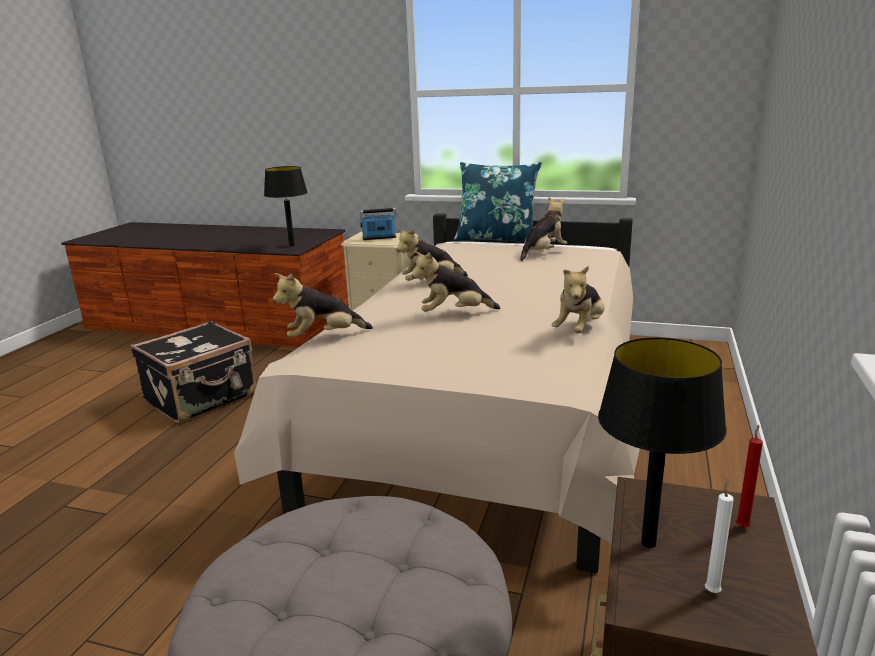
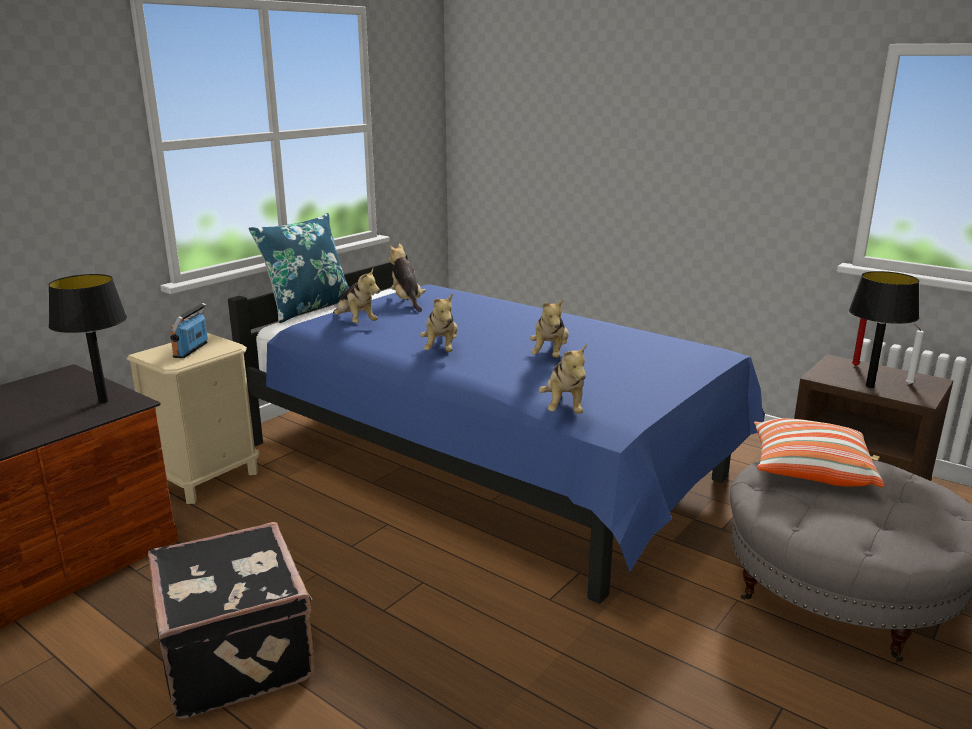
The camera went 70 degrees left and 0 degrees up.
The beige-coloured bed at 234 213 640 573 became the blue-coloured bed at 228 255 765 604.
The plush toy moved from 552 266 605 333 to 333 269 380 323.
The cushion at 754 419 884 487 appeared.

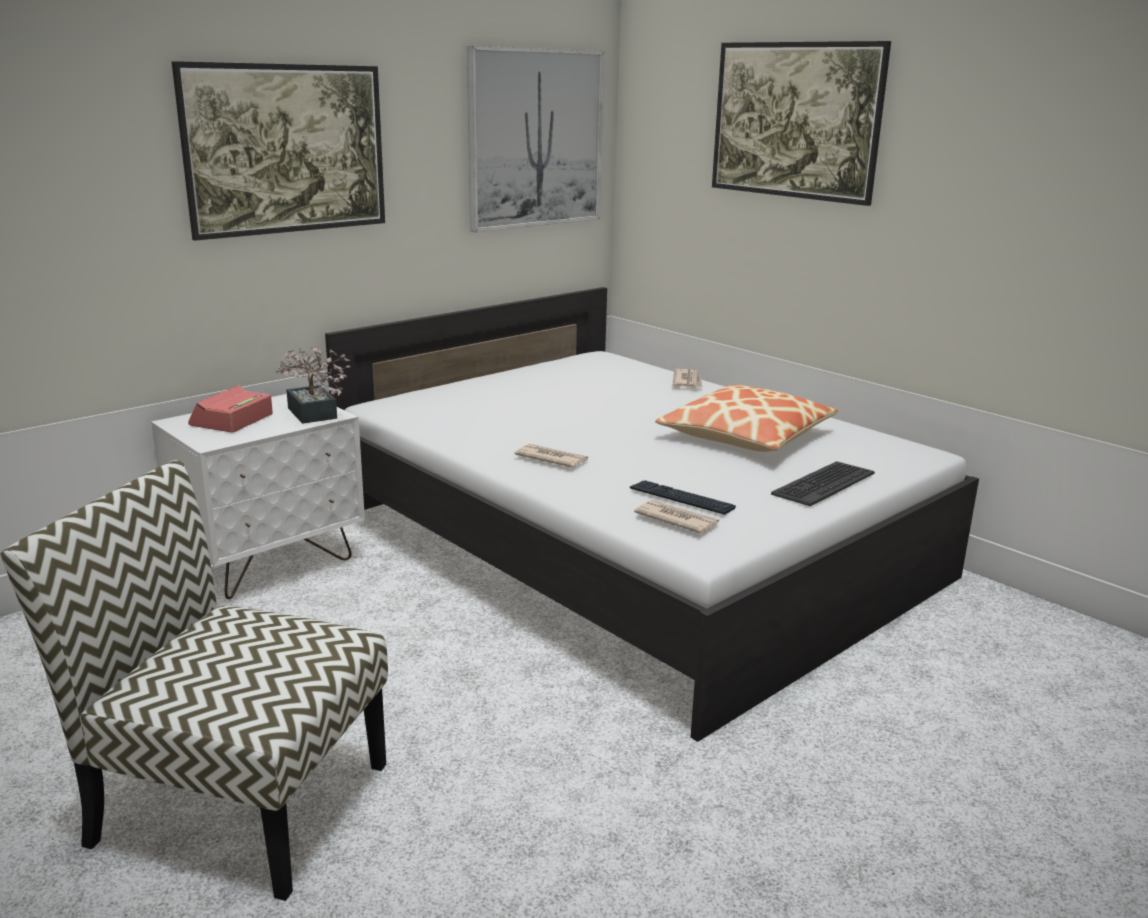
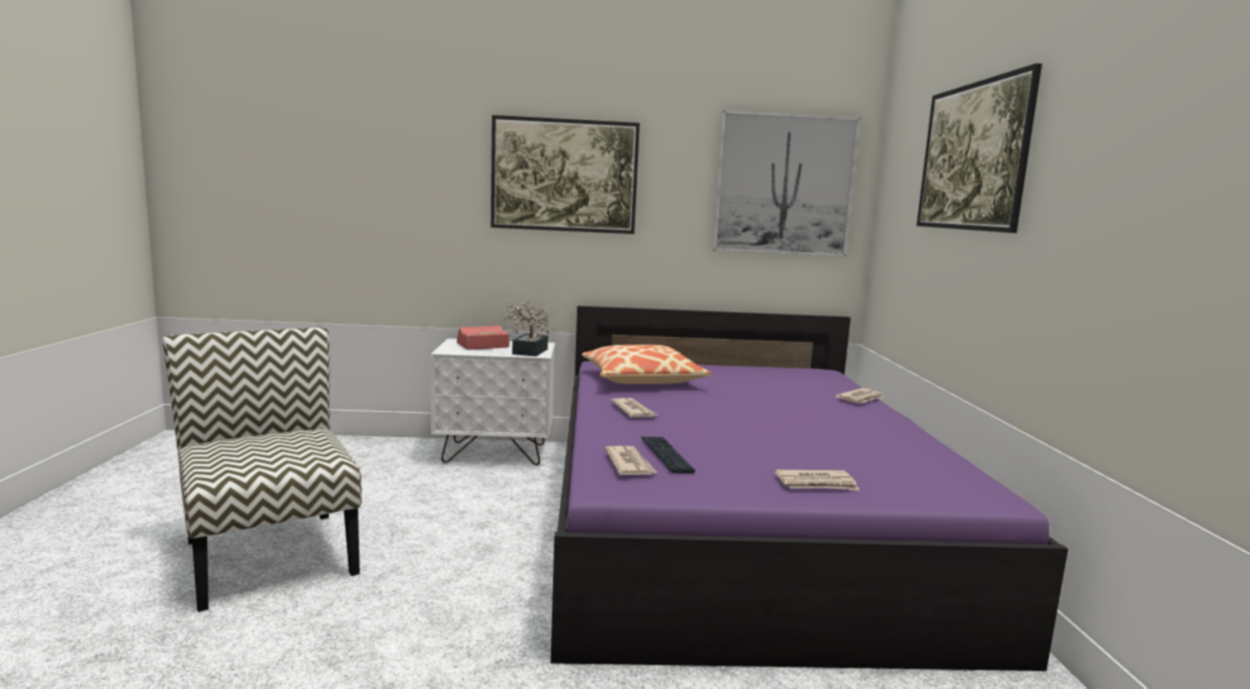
The camera went 40 degrees right and 10 degrees down.
The white bed at 325 287 979 742 became the purple bed at 551 306 1068 671.
The cushion moved from 655 385 838 452 to 582 345 712 384.
The computer keyboard at 771 461 875 506 was replaced by the daily paper at 774 470 860 491.

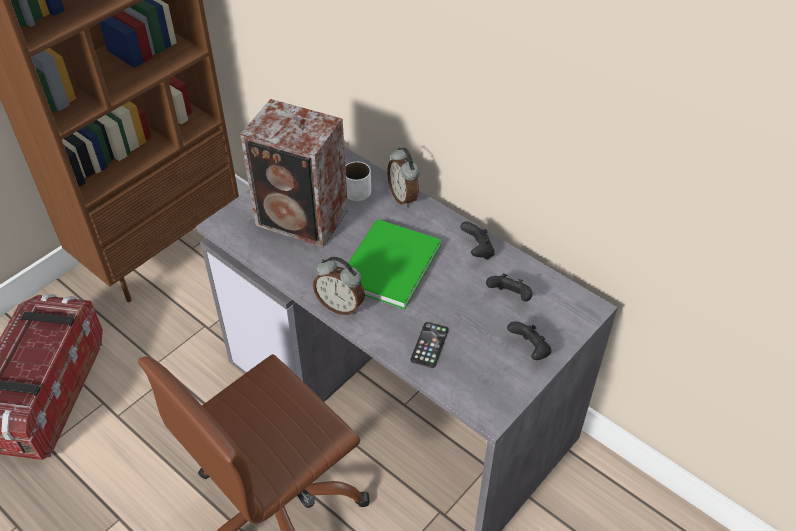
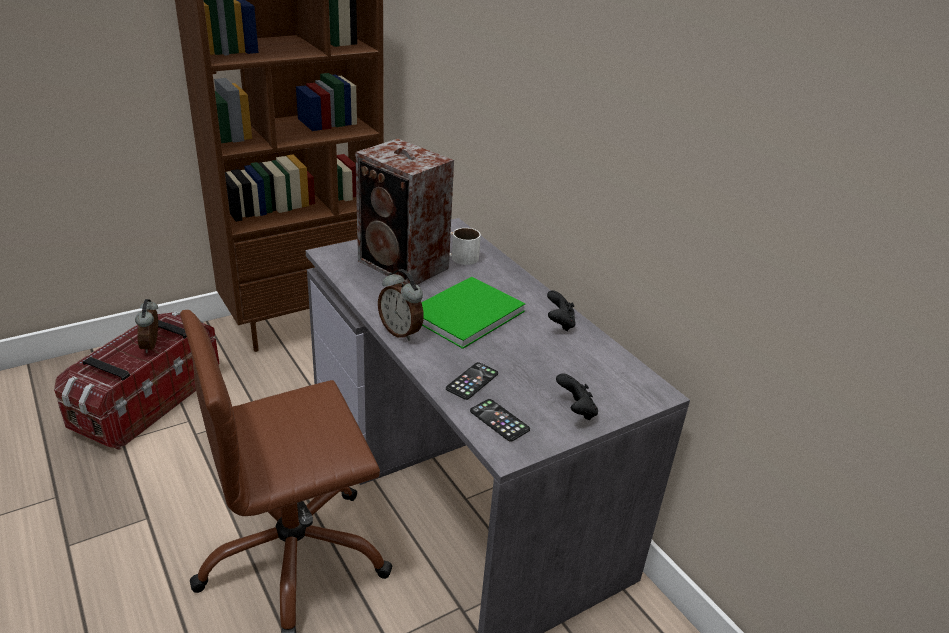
The camera went 15 degrees right and 15 degrees down.
The bedside clock moved from 387 147 420 208 to 135 299 158 353.
The black joypad at 486 273 533 302 disappeared.
The phone at 470 399 530 442 appeared.

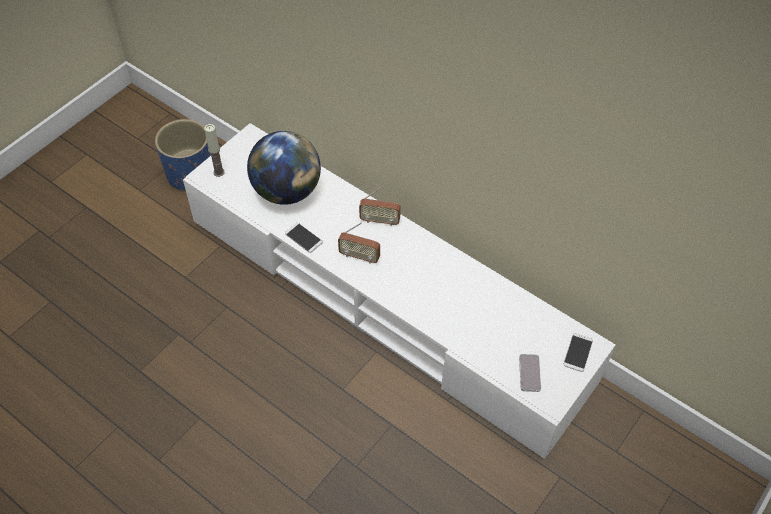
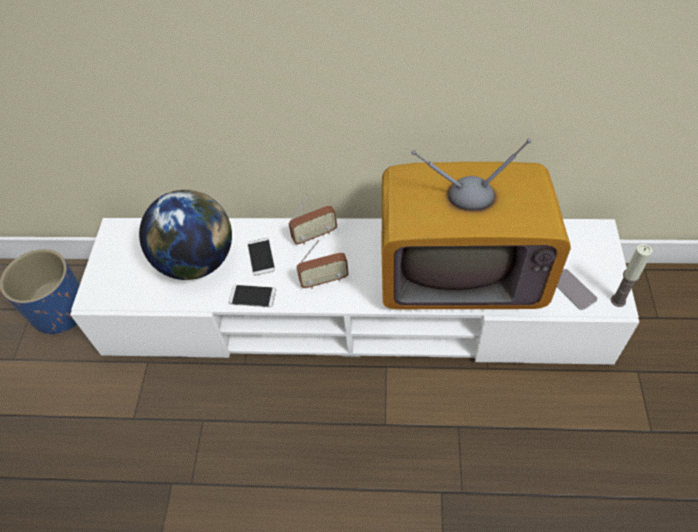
The camera went 30 degrees left and 0 degrees up.
The wax light moved from 204 124 225 177 to 611 244 653 307.
The phone moved from 564 333 593 372 to 248 238 275 275.
The TV set at 382 138 571 309 appeared.

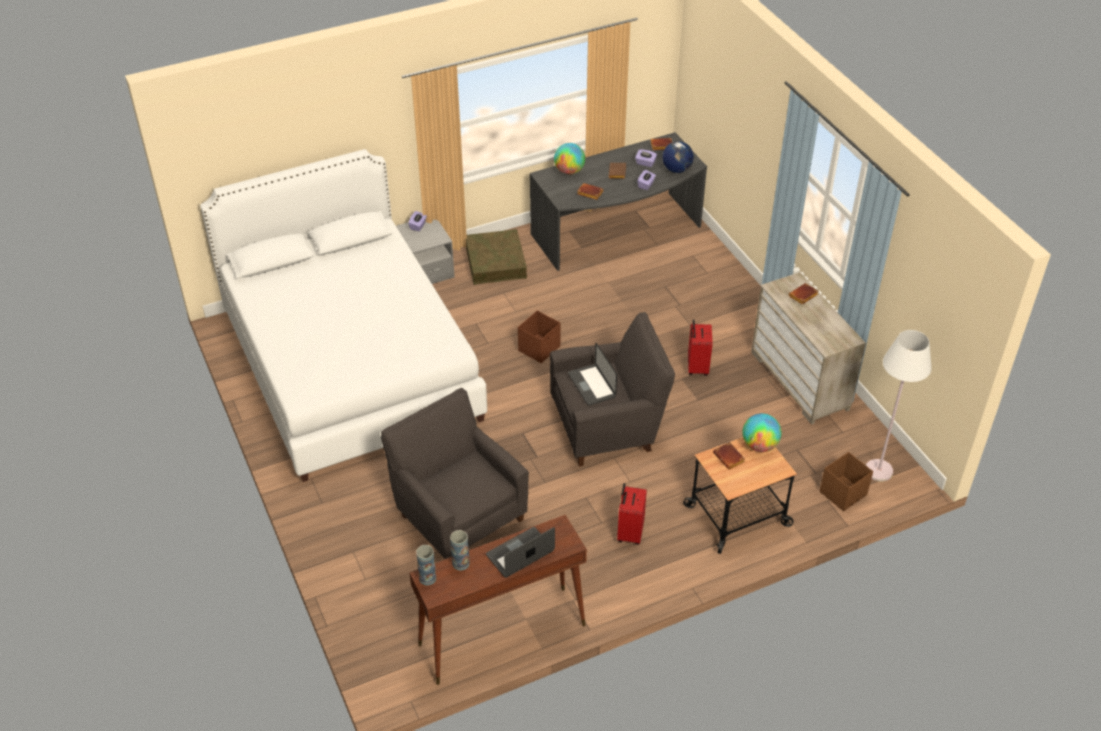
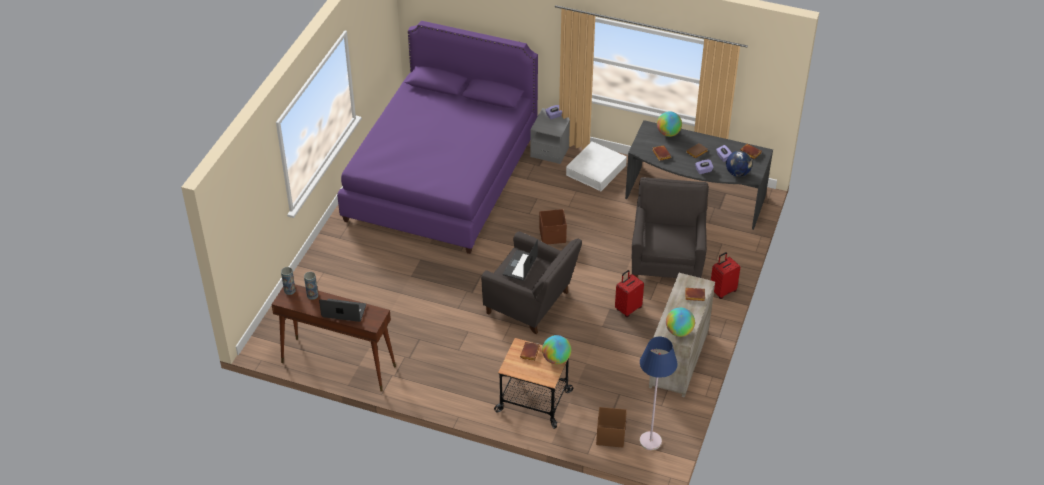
The camera went 45 degrees right and 0 degrees up.
The white bed at 200 149 487 482 became the purple bed at 337 21 538 254.
The gray lounge chair moved from 381 388 529 559 to 632 177 709 278.
The brownish storage box at 466 229 527 285 became the white storage box at 566 141 627 191.
The red-coloured suitcase moved from 617 483 647 545 to 711 252 741 299.
The white standard lamp at 866 330 932 482 became the blue-coloured standard lamp at 640 337 677 450.
The globe at 666 307 695 337 appeared.

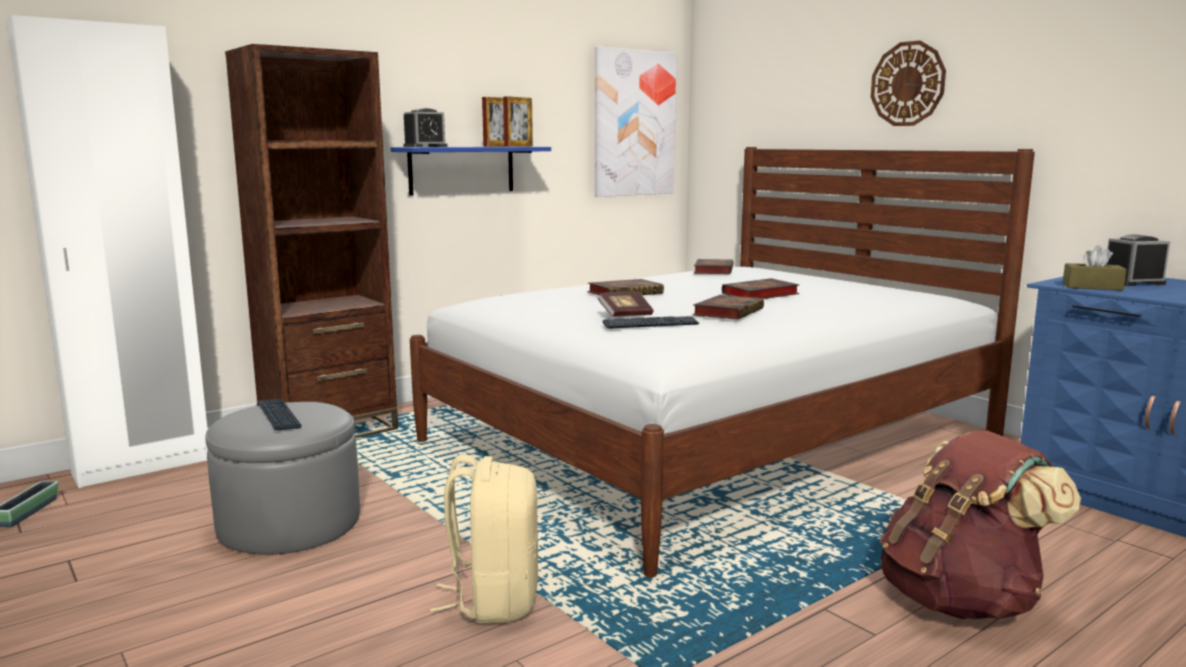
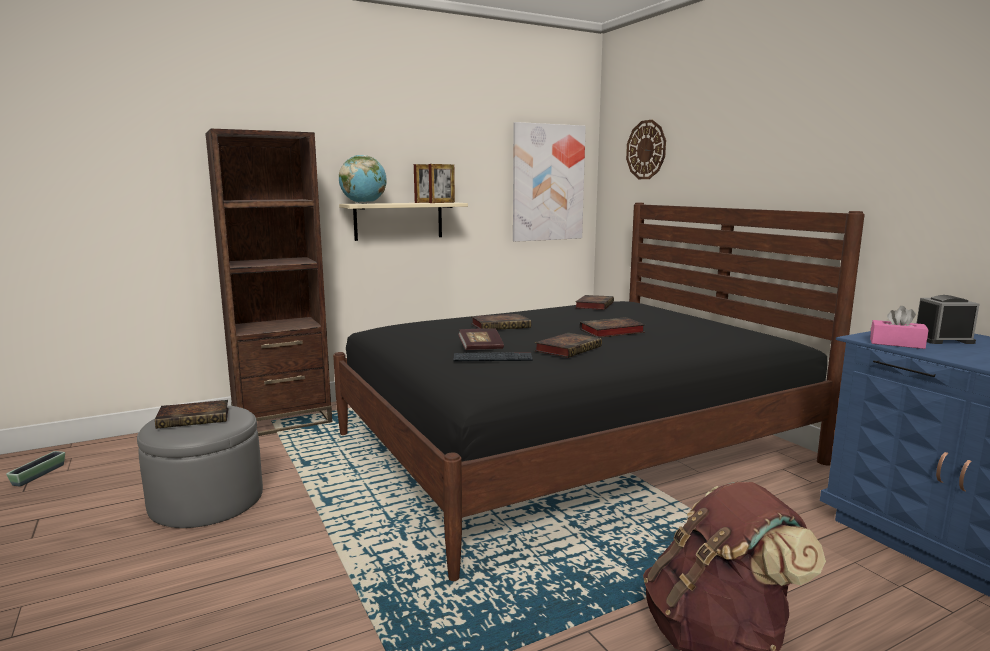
The camera went 10 degrees right and 0 degrees up.
The white armoire at 6 15 208 488 disappeared.
The computer keyboard at 257 399 302 430 was replaced by the bound book at 155 400 229 429.
The blue-coloured wall shelf at 391 147 551 196 became the beige-coloured wall shelf at 339 202 468 241.
The bedside clock at 403 108 448 147 was replaced by the globe at 339 155 387 204.
The white bed at 410 147 1035 577 became the black bed at 333 203 865 581.
The beige-coloured rucksack at 430 454 538 624 disappeared.
The clock on the wall moved from 871 40 946 126 to 626 120 666 179.
The brownish box of tissues at 1063 245 1127 290 became the pink-coloured box of tissues at 870 306 929 349.

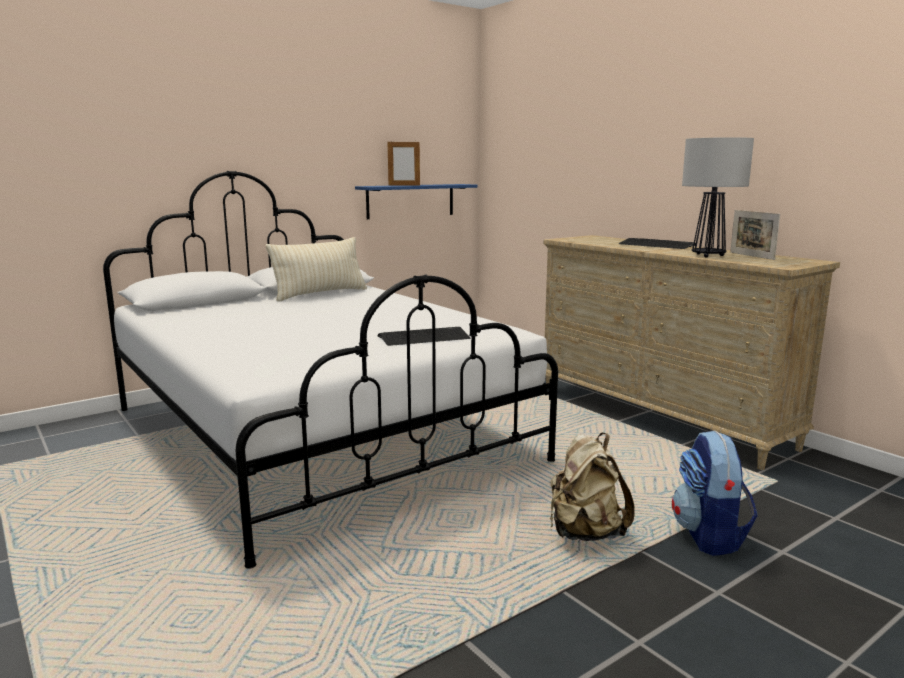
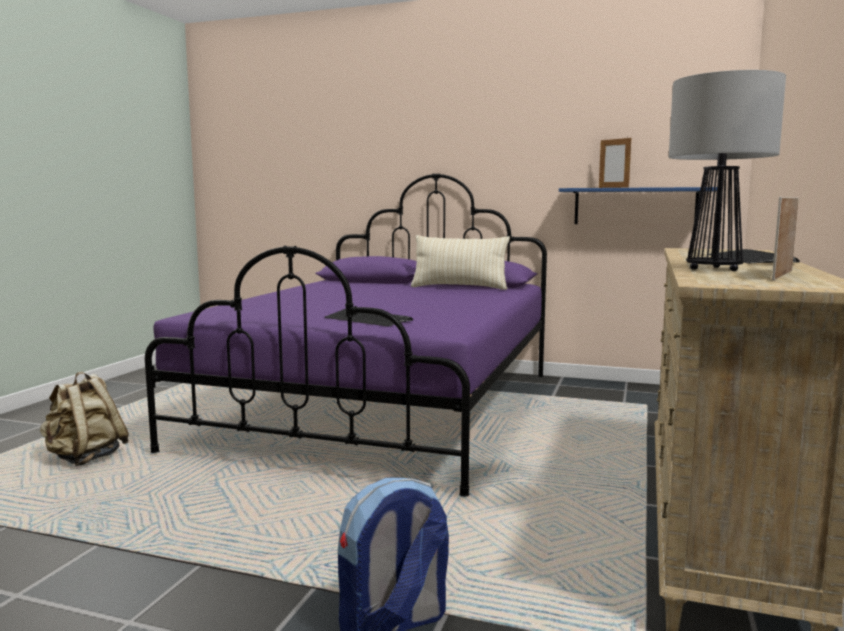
The camera went 55 degrees right and 5 degrees down.
The white bed at 103 171 558 569 became the purple bed at 145 173 547 497.
The beige-coloured rucksack moved from 550 433 634 541 to 40 372 129 466.

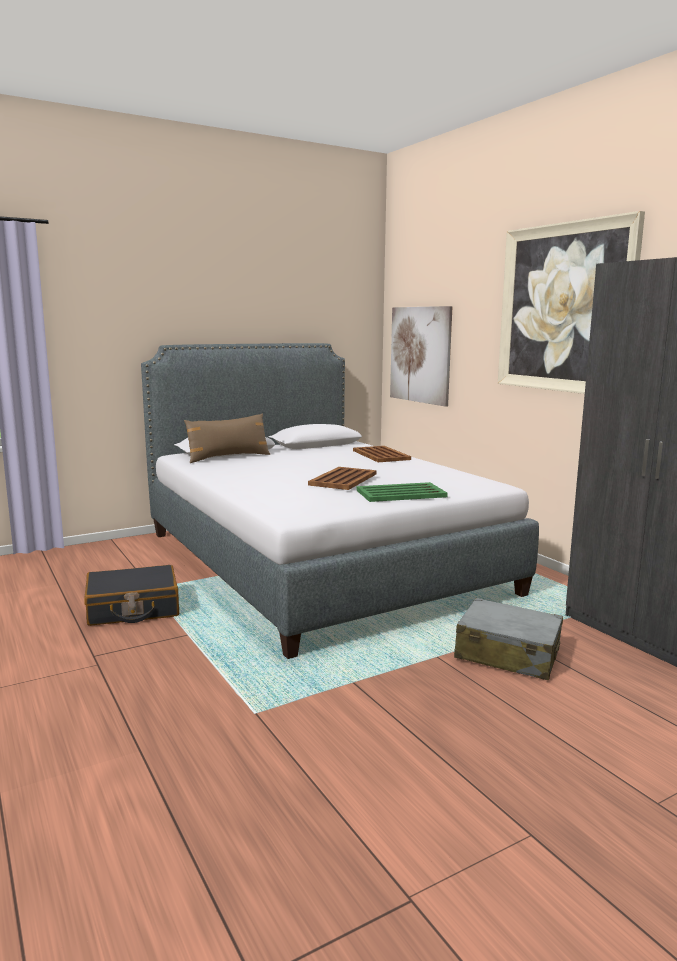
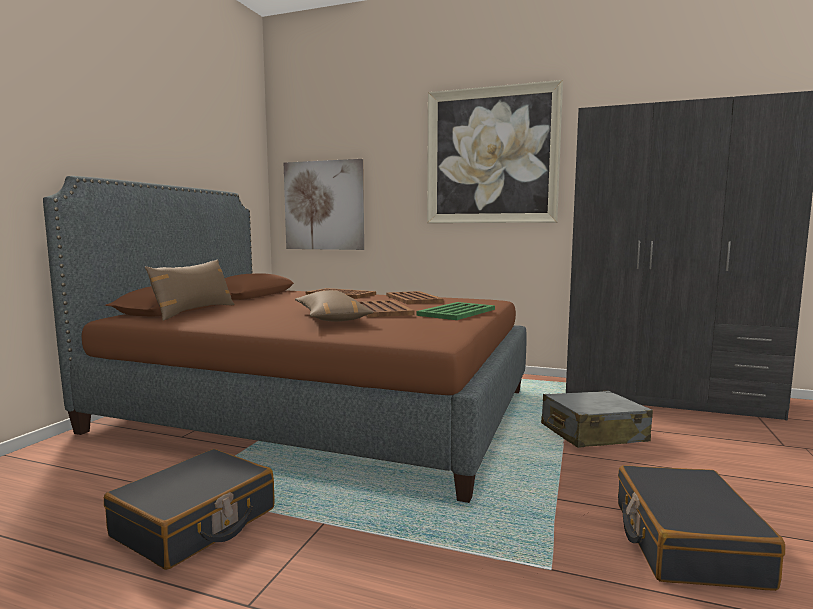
The camera went 40 degrees left and 5 degrees down.
The gray bed at 141 343 539 659 became the brownish bed at 43 176 527 503.
The brownish cushion at 295 290 373 322 appeared.
The brownish serving tray at 386 291 444 304 appeared.
The black suitcase at 618 465 785 591 appeared.

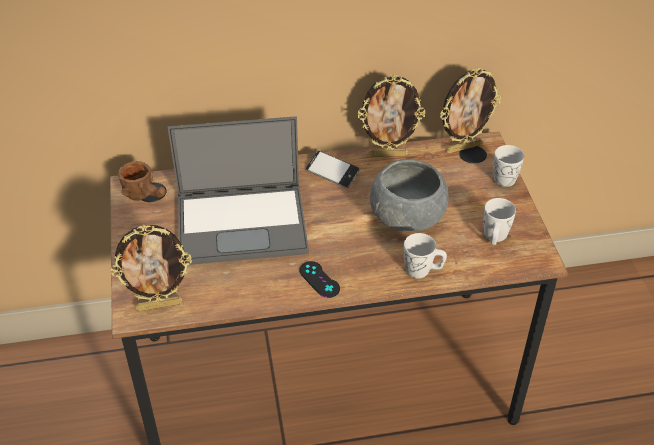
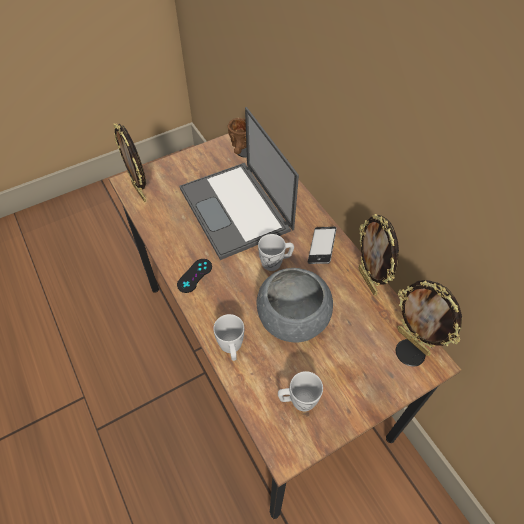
The camera went 70 degrees right and 10 degrees up.
The white mug moved from 493 145 524 187 to 258 234 294 271.

